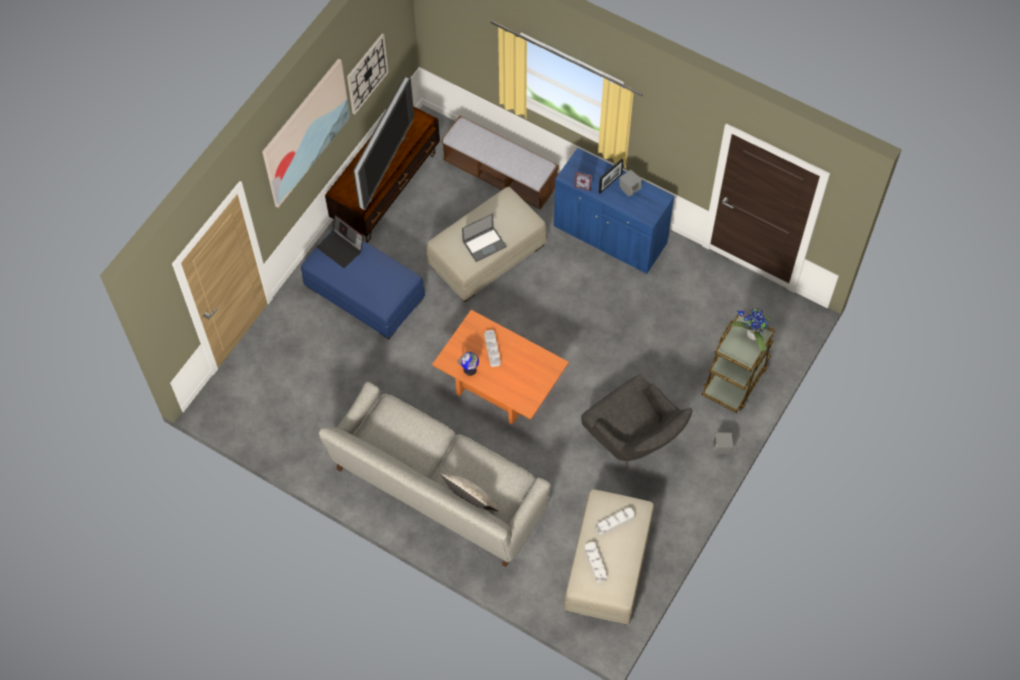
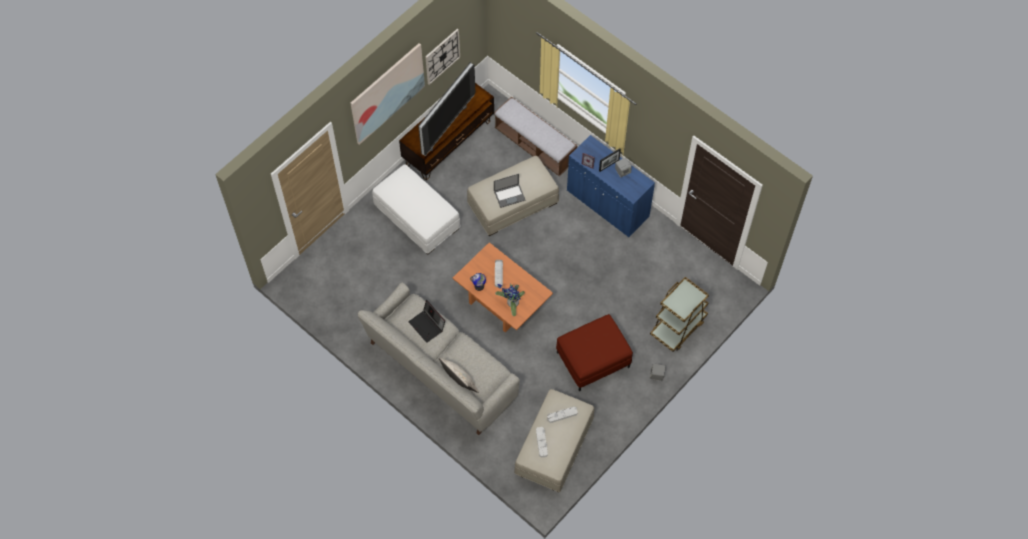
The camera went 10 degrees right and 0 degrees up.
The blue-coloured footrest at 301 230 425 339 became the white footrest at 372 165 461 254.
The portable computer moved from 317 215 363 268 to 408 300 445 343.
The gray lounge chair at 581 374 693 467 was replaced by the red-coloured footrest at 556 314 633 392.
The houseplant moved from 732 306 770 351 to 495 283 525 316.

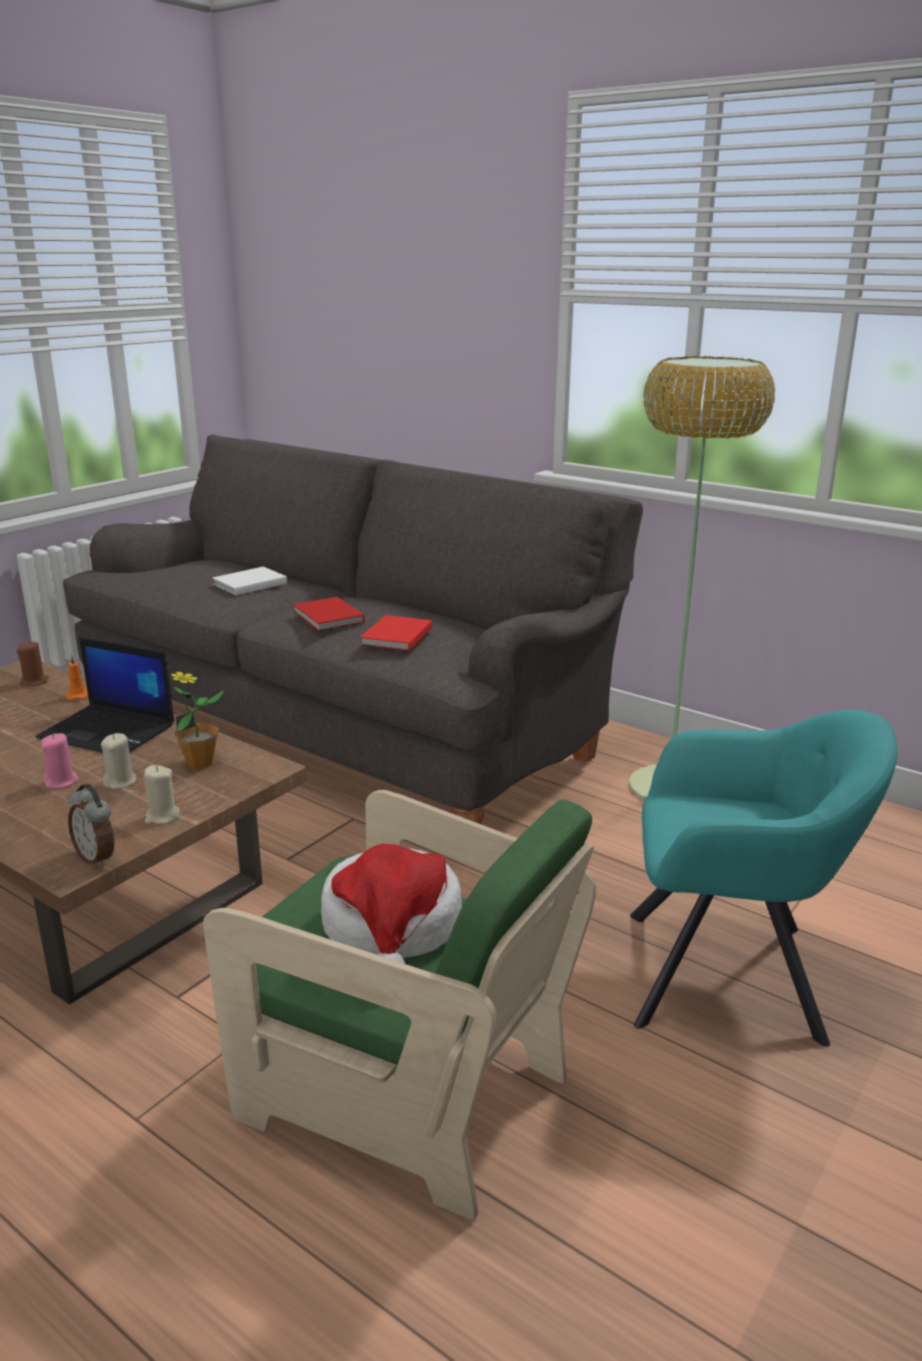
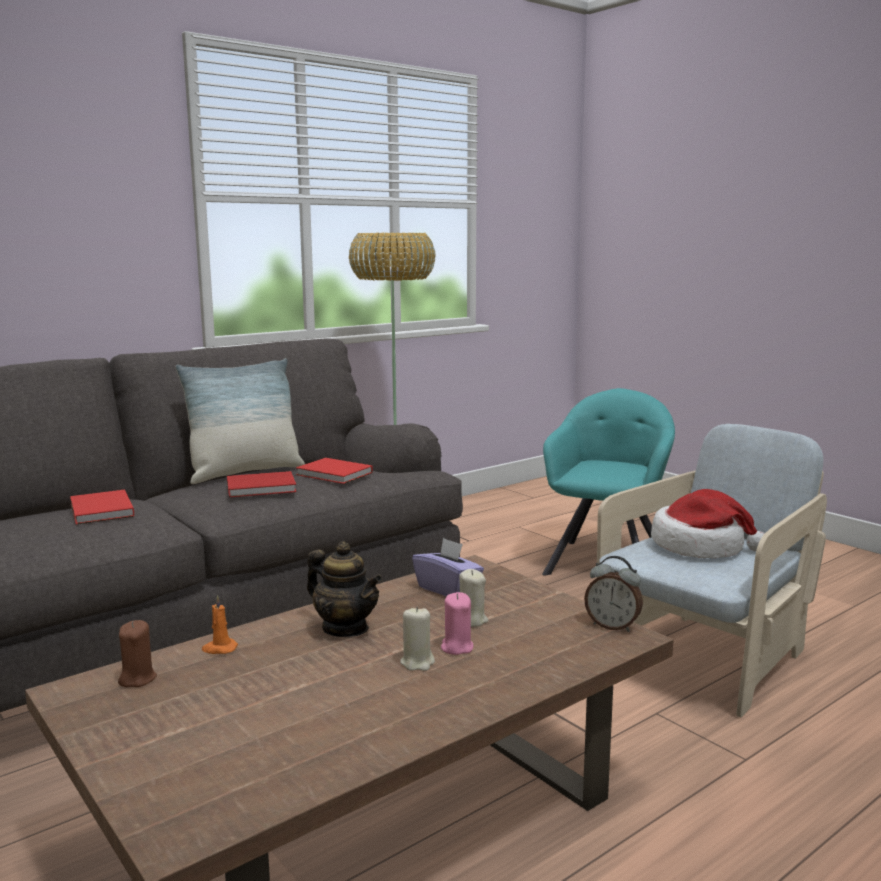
The camera went 75 degrees left and 10 degrees down.
The portable computer at 36 637 174 753 was replaced by the teapot at 307 541 382 637.
The bedside clock at 68 784 114 868 turned 60 degrees clockwise.
The beige-coloured wax light moved from 144 765 180 825 to 400 607 435 671.
The houseplant at 168 671 225 769 was replaced by the purple box of tissues at 412 538 484 596.
The green lounge chair at 203 790 596 1220 became the beige-coloured lounge chair at 597 424 827 718.
The white bound book at 213 567 287 595 became the red-coloured bound book at 70 490 134 525.
The cushion at 175 358 305 484 appeared.

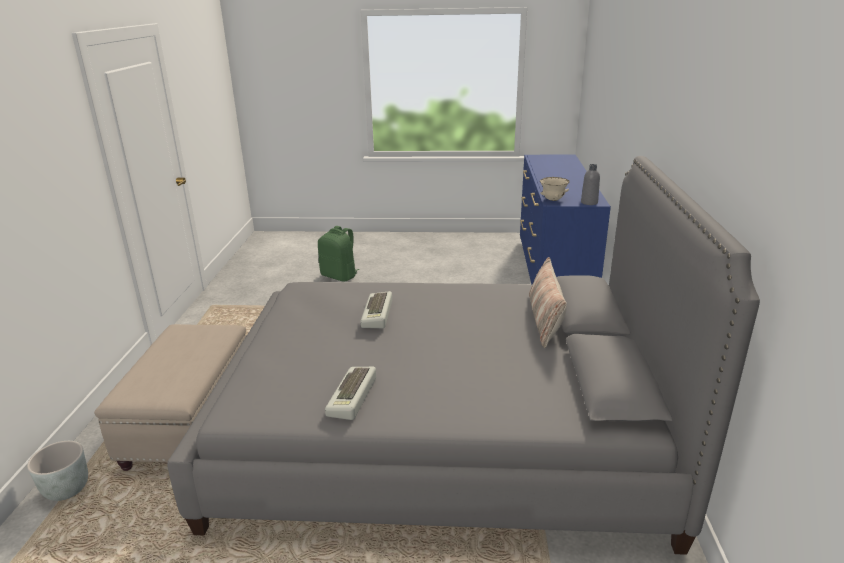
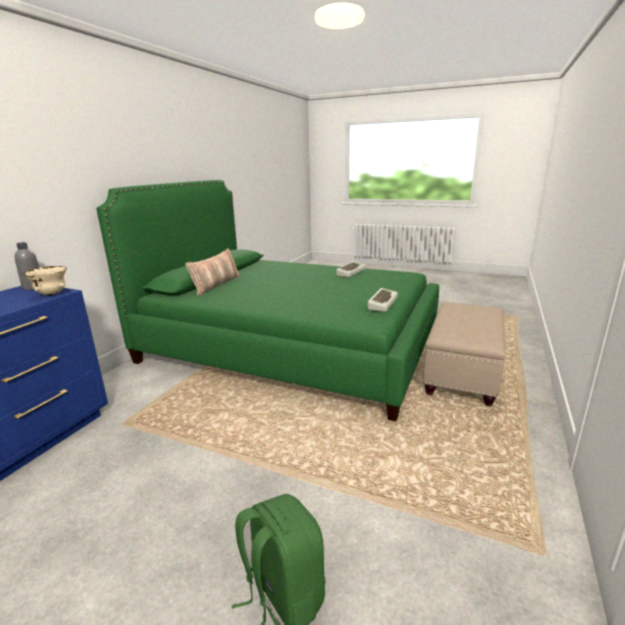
The camera went 160 degrees left and 5 degrees down.
The gray planter at 27 441 88 501 disappeared.
The gray bed at 167 156 760 555 became the green bed at 96 180 439 421.
The computer keyboard moved from 360 291 392 328 to 367 288 398 312.

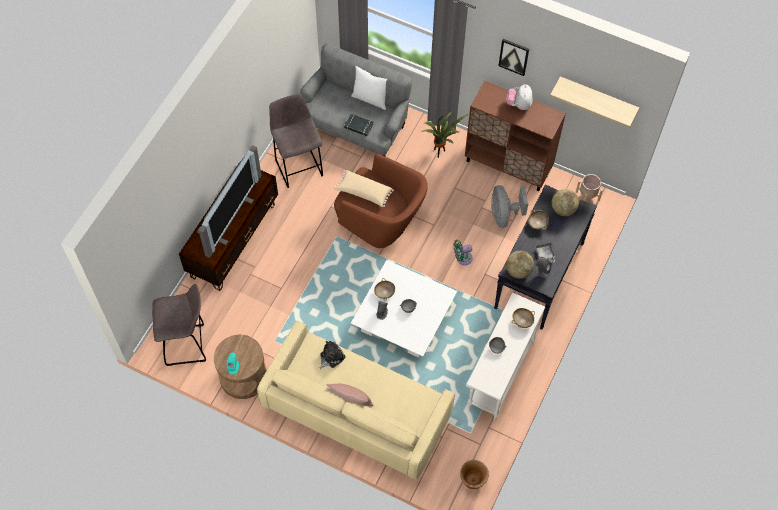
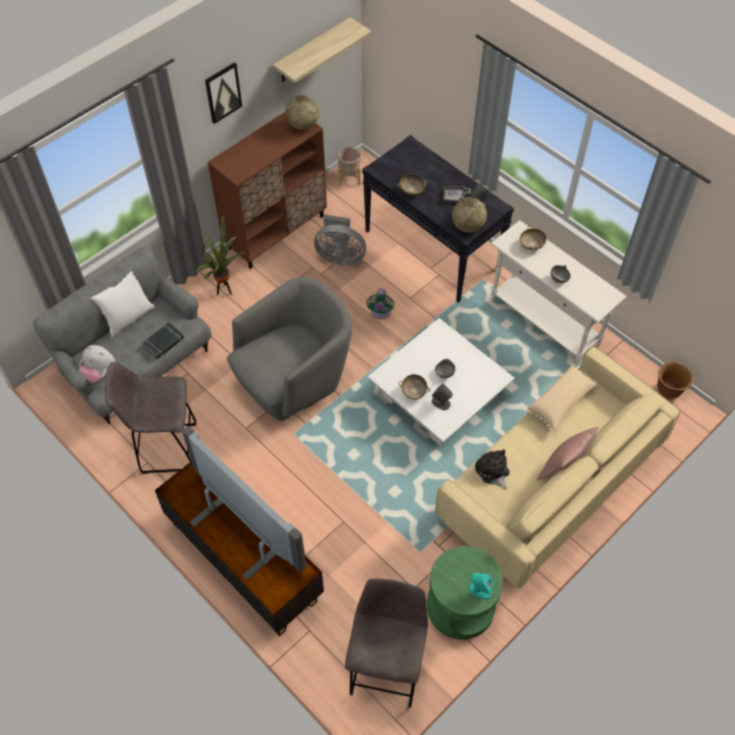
The camera went 70 degrees left and 5 degrees down.
The brownish accent table at 214 335 267 399 became the green accent table at 427 546 503 640.
The brownish lounge chair at 334 153 428 248 became the gray lounge chair at 227 277 352 421.
The beige-coloured cushion moved from 334 170 394 207 to 526 364 598 431.
The plush toy moved from 507 84 533 110 to 78 345 116 383.
The globe moved from 552 189 579 216 to 285 95 319 130.

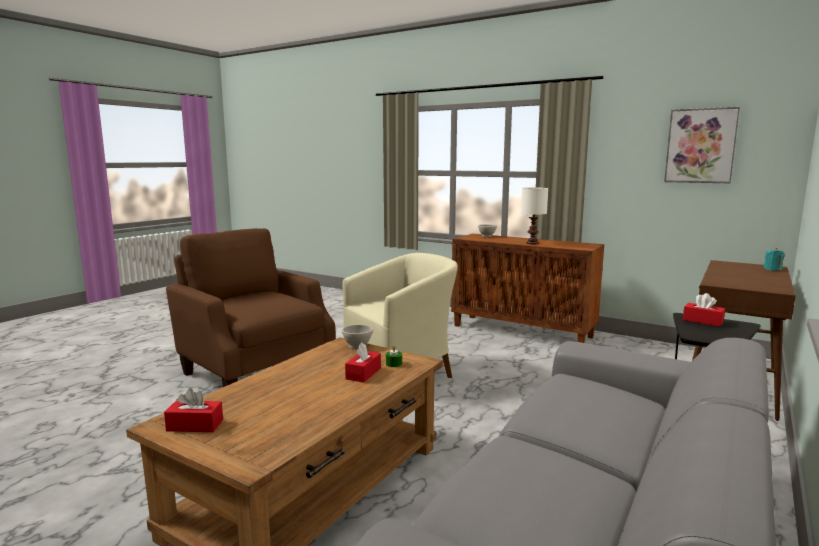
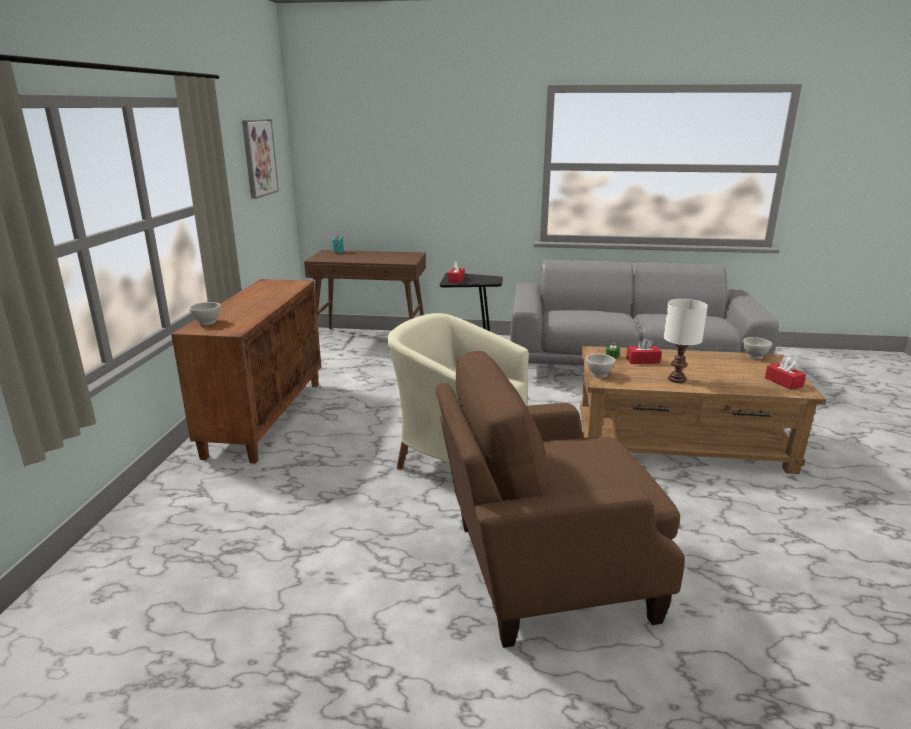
The camera went 115 degrees left and 10 degrees up.
The brownish lounge chair at 166 228 336 387 turned 60 degrees clockwise.
The white lamp for a table moved from 521 187 548 244 to 664 299 708 383.
The white serving bowl at 742 337 772 359 appeared.

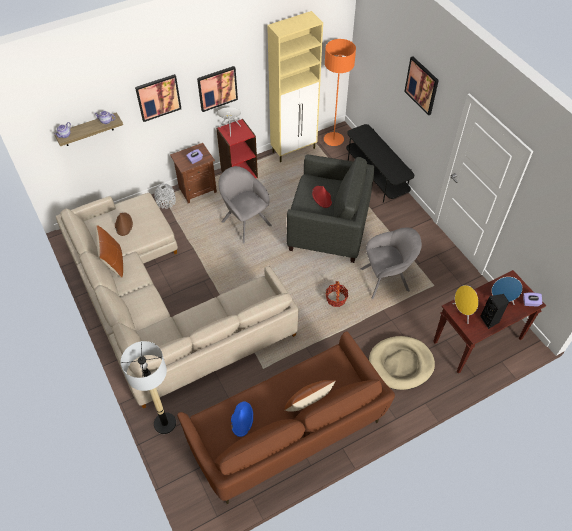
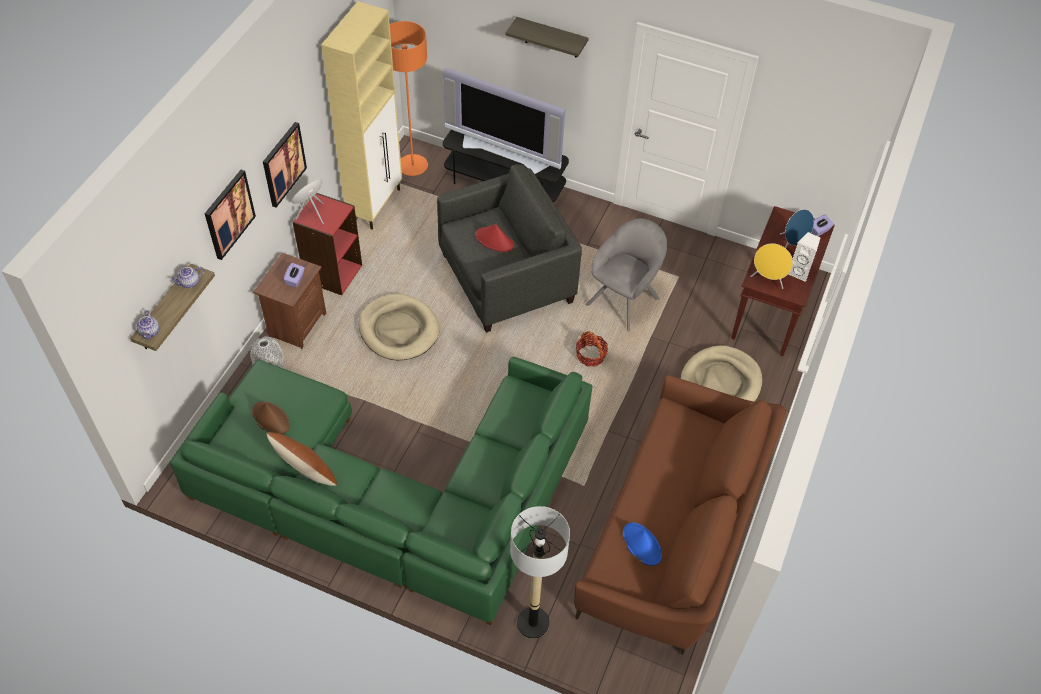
The camera went 40 degrees left and 0 degrees up.
The beige-coloured couch at 56 193 299 409 became the green couch at 170 357 593 625.
The gray lounge chair at 218 166 272 244 was replaced by the beige-coloured dog cushion at 359 294 440 360.
The brownish cushion at 284 380 336 412 disappeared.
The wall picture at 404 57 439 115 was replaced by the wall shelf at 505 17 589 58.
The black speaker at 480 294 509 329 became the white speaker at 789 232 821 282.
The TV set at 443 67 565 174 appeared.

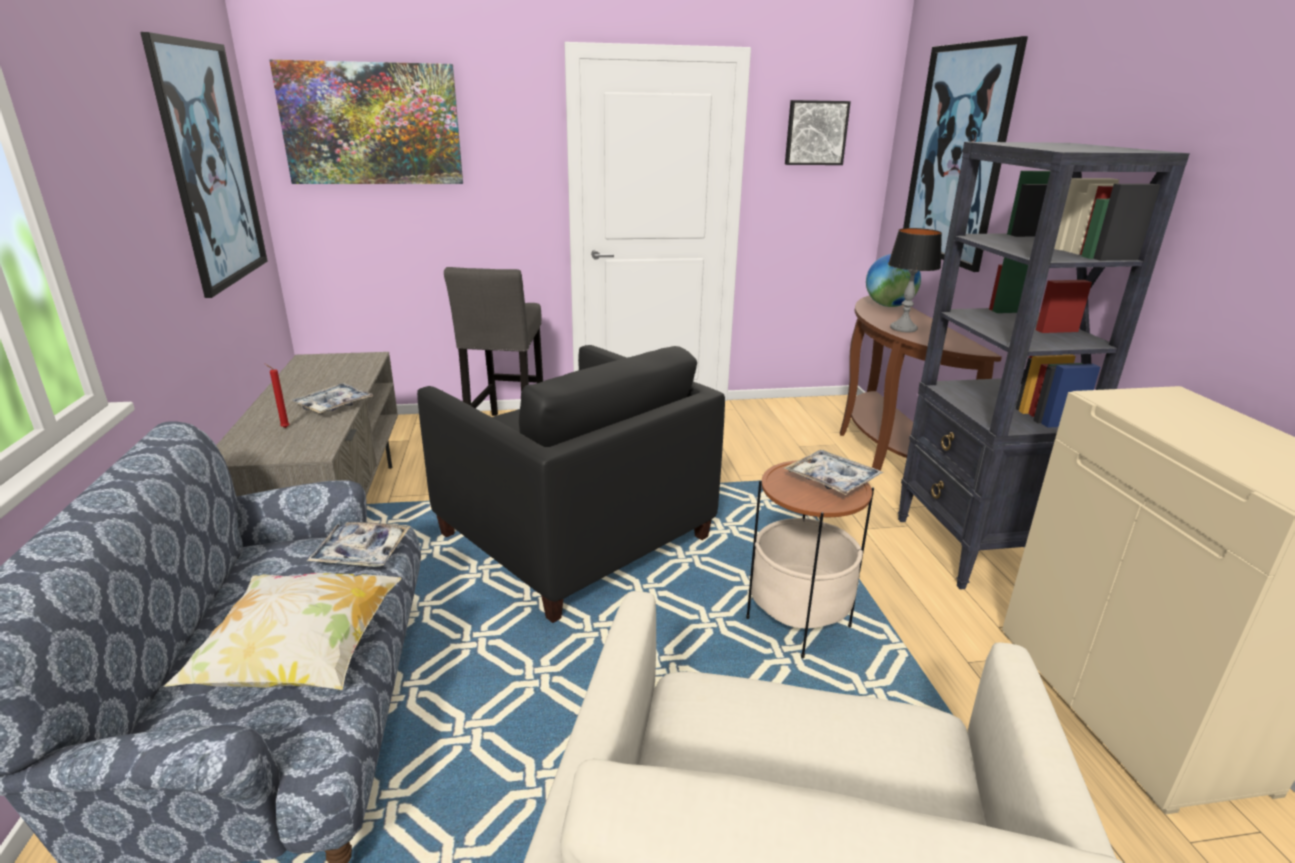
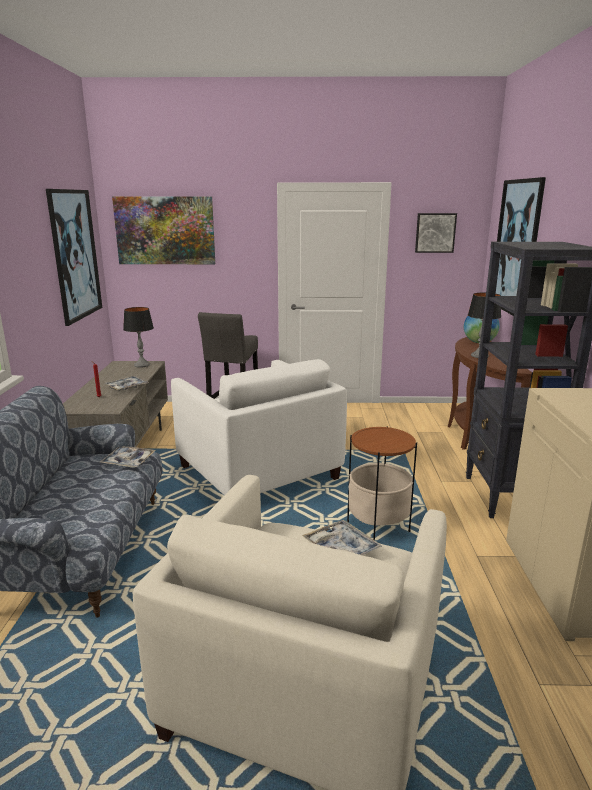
The camera went 10 degrees right and 5 degrees down.
The cushion at 163 573 401 690 disappeared.
The black lounge chair at 417 345 725 623 became the white lounge chair at 171 359 347 495.
The serving tray moved from 784 450 883 495 to 302 520 382 555.
The lamp for a table at 123 307 154 368 appeared.

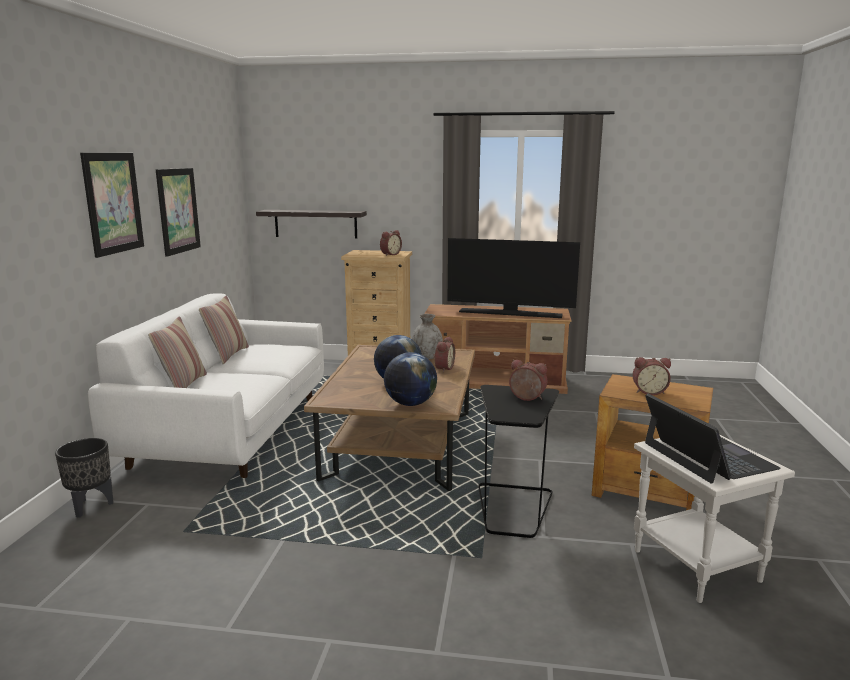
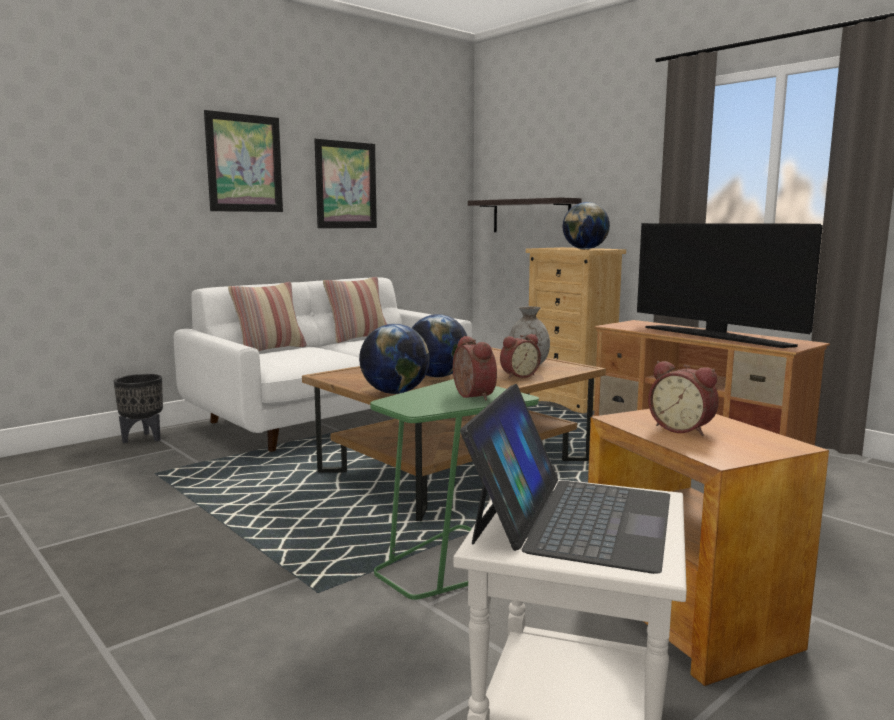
The camera went 40 degrees right and 5 degrees down.
The bedside clock at 380 230 402 256 was replaced by the globe at 562 202 610 249.
The black accent table at 478 385 559 538 became the green accent table at 370 379 539 600.

